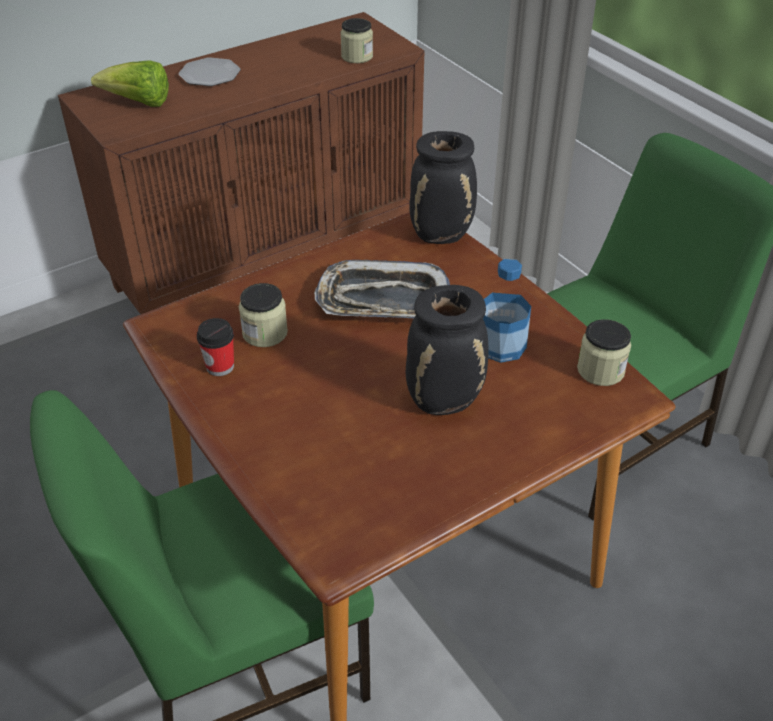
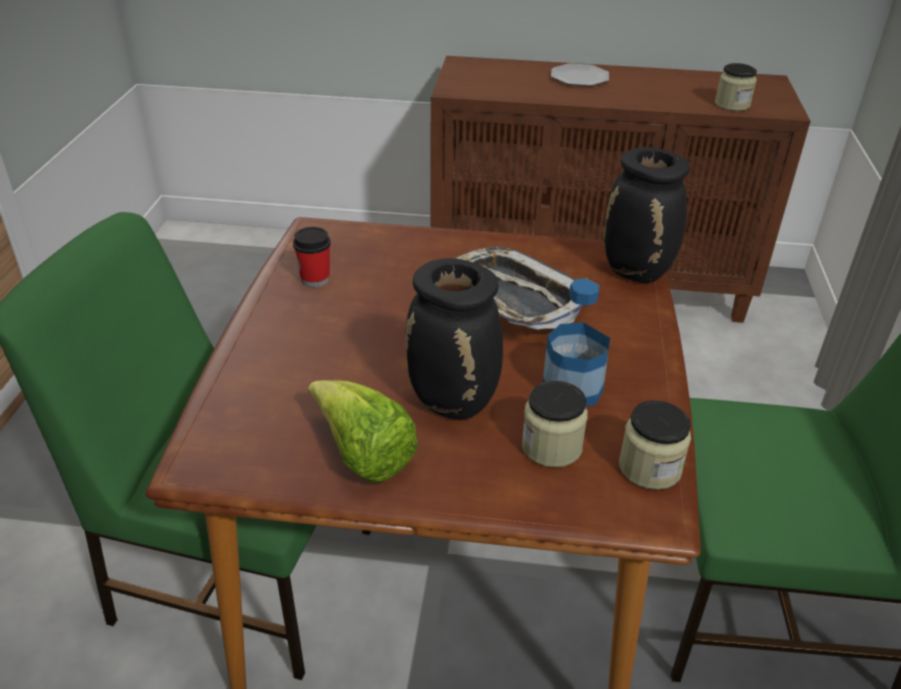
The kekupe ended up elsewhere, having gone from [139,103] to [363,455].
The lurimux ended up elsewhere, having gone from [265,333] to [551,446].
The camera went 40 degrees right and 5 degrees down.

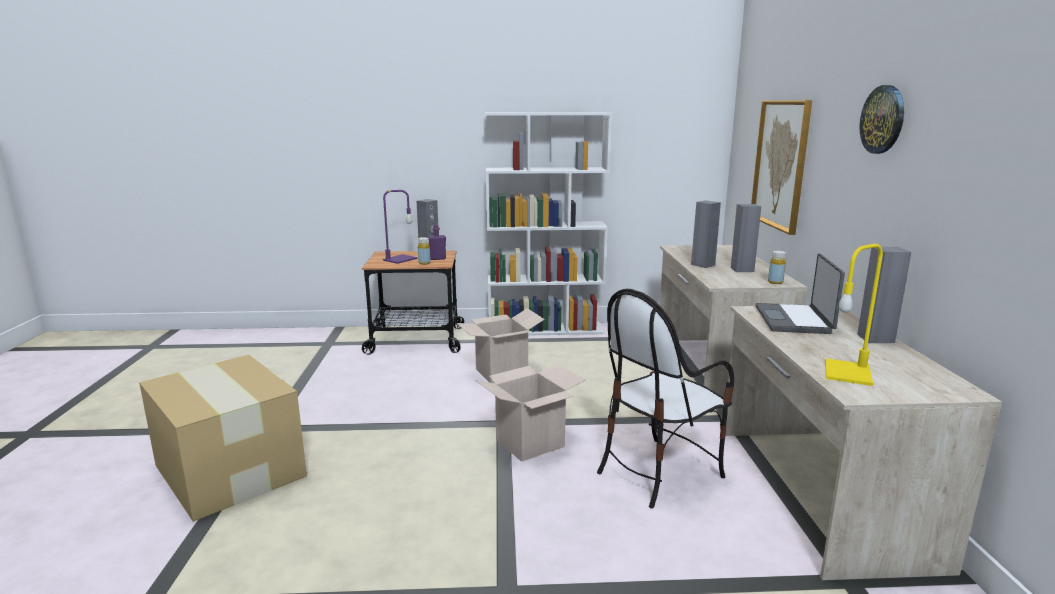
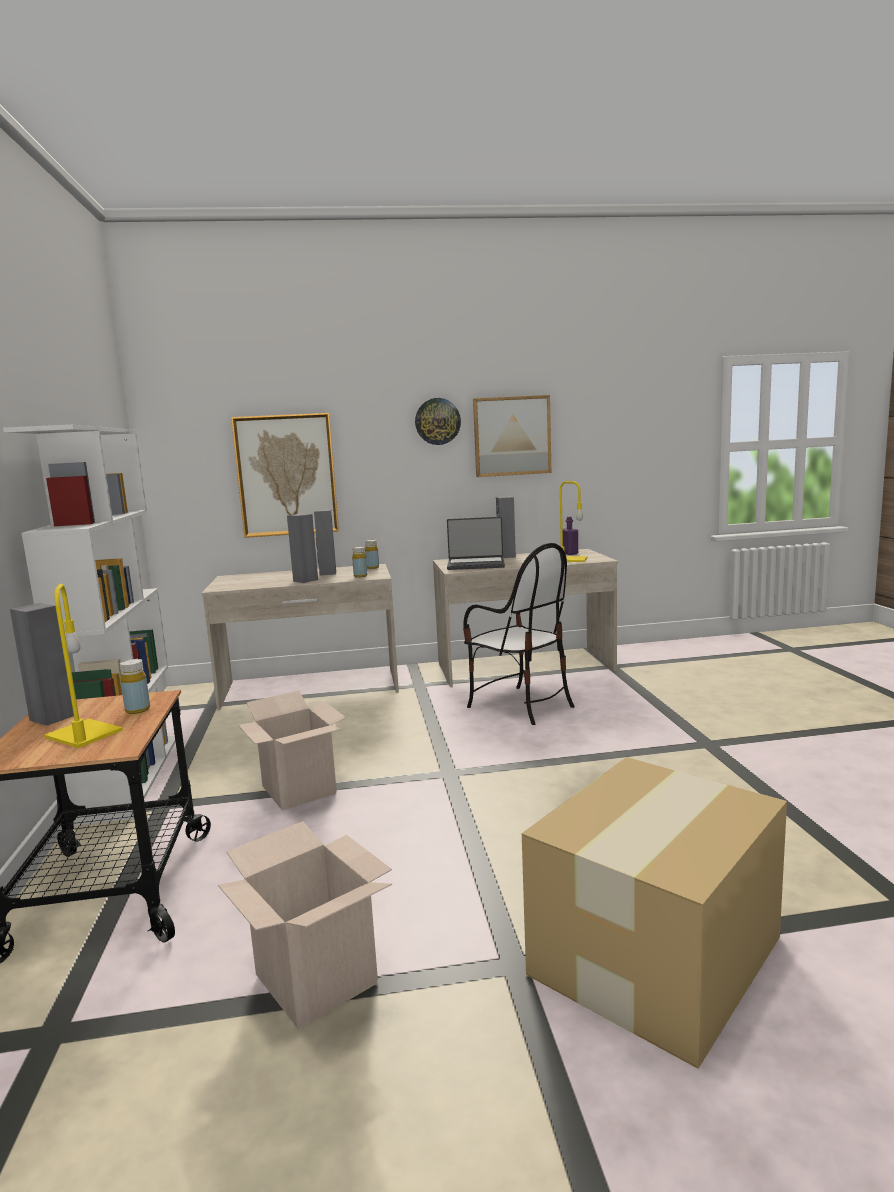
The second view gained the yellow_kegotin at [360,576].
The second view gained the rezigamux at [512,436].
The purple_kegotin ended up elsewhere, having gone from [437,258] to [569,553].
The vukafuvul ended up elsewhere, having gone from [530,443] to [316,979].
What was the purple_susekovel at [399,259] turned into the yellow_susekovel at [85,734].
The camera went 95 degrees left and 5 degrees down.

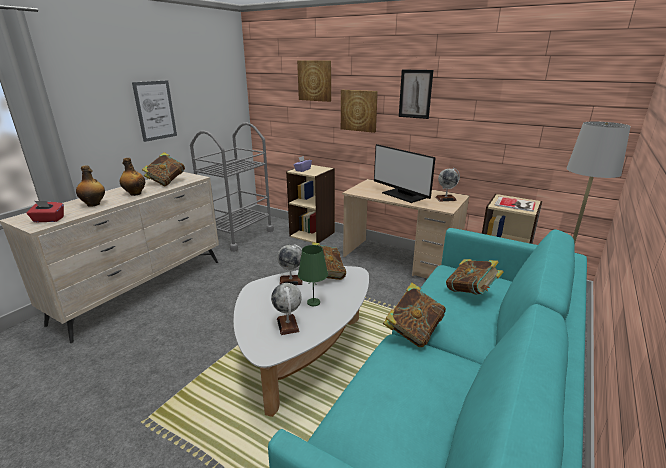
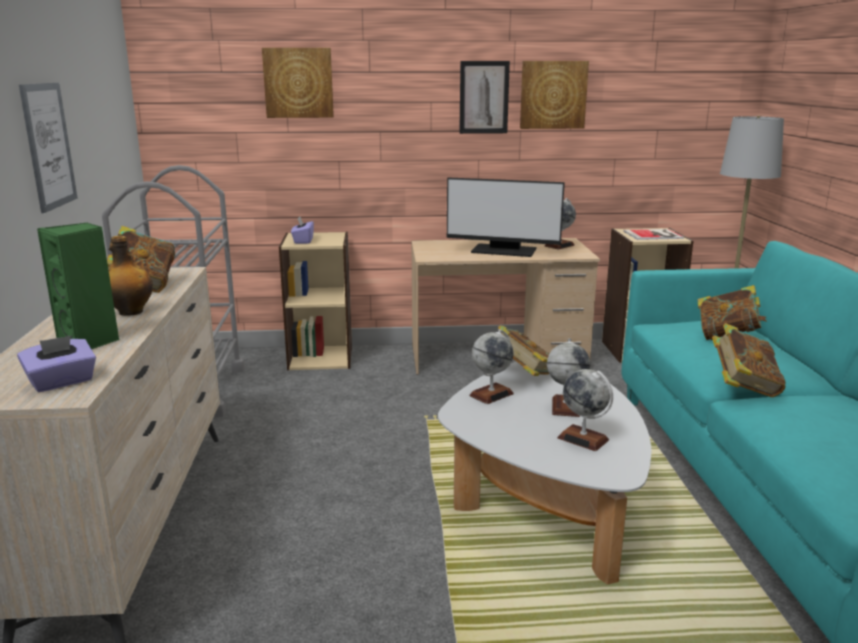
The rezigamux ended up elsewhere, having gone from [359,110] to [553,95].
Where the kegotin stood at [94,204], the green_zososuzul came to stand at [89,342].
Where the green_susekovel stood at [313,302], the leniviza came to stand at [565,407].
What was the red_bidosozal at [48,220] turned into the purple_bidosozal at [62,382].
The camera went 35 degrees left and 5 degrees down.

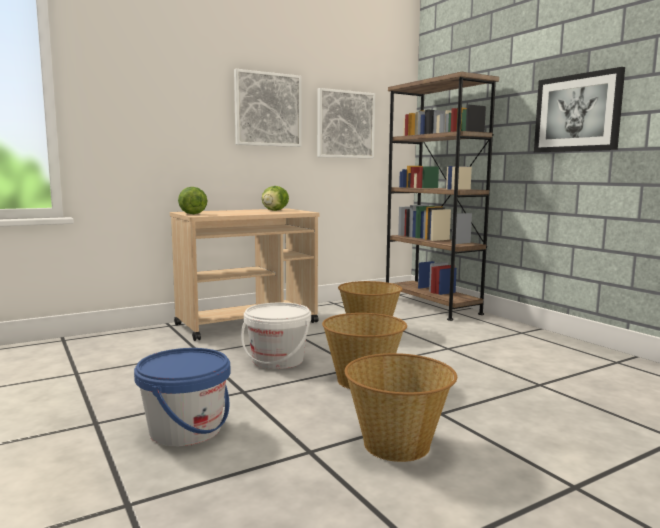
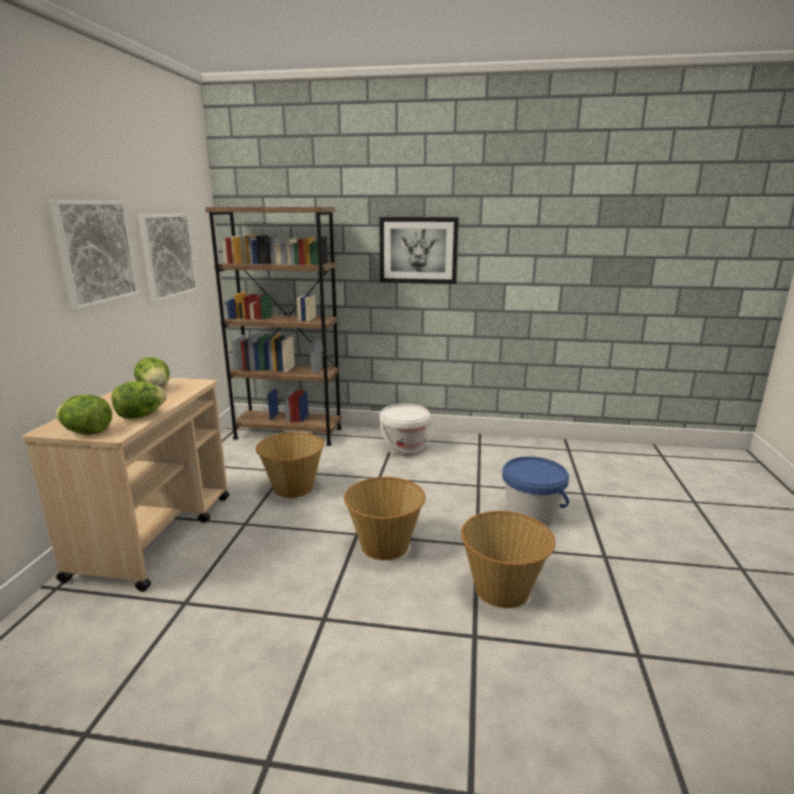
The second view gained the kekupe at [140,416].
The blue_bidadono ended up elsewhere, having gone from [186,430] to [531,514].
The white_bidadono ended up elsewhere, having gone from [278,360] to [404,448].
The camera went 50 degrees left and 10 degrees up.

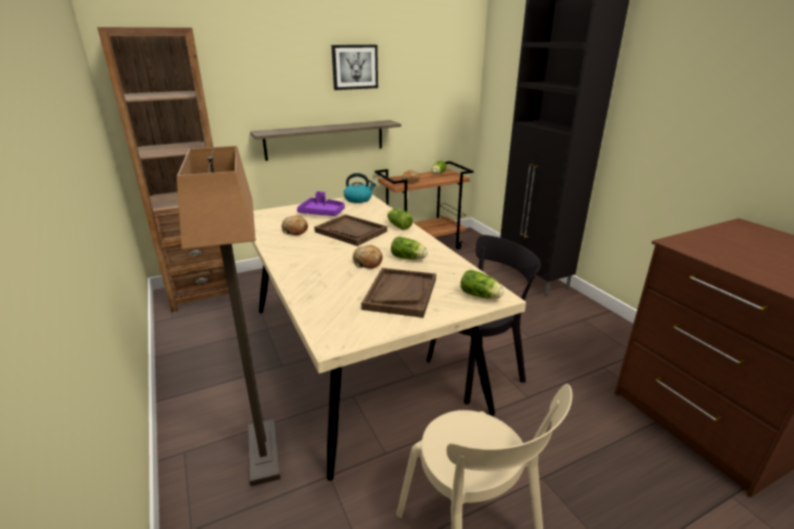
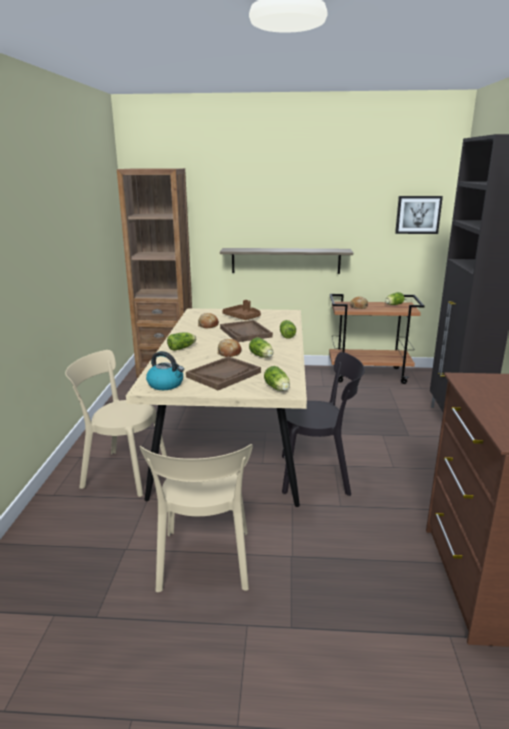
The second view gained the kekupe at [182,348].
The rezigamux ended up elsewhere, having gone from [354,67] to [418,214].
The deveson ended up elsewhere, having gone from [358,199] to [166,384].
Where the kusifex stood at [263,452], the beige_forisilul came to stand at [121,472].
What was the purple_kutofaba at [322,213] turned into the brown_kutofaba at [243,317].
The camera went 30 degrees right and 5 degrees down.

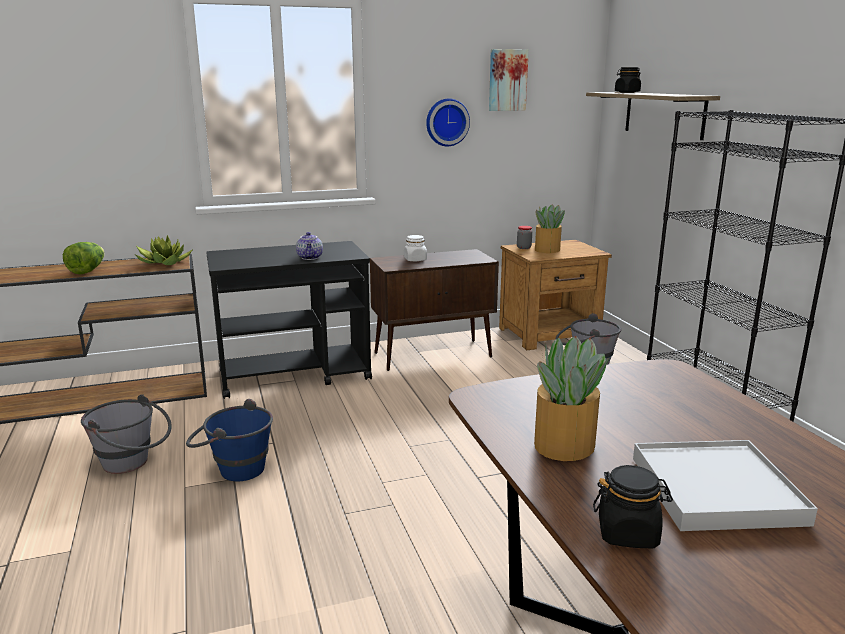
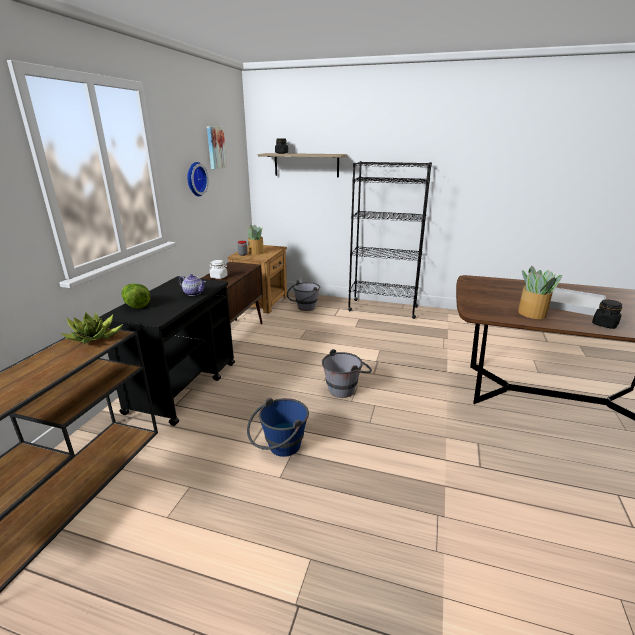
The kekupe ended up elsewhere, having gone from [87,271] to [136,305].
The grey_bidadono ended up elsewhere, having gone from [133,464] to [346,388].
The camera went 55 degrees left and 5 degrees up.

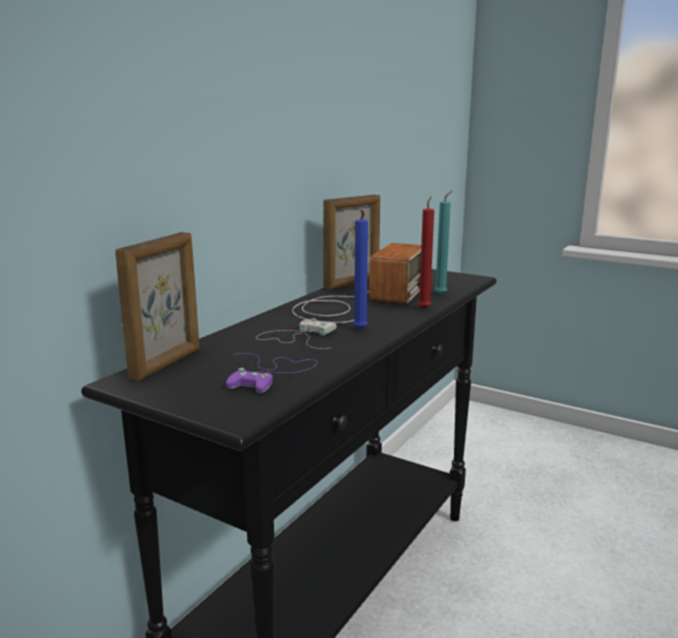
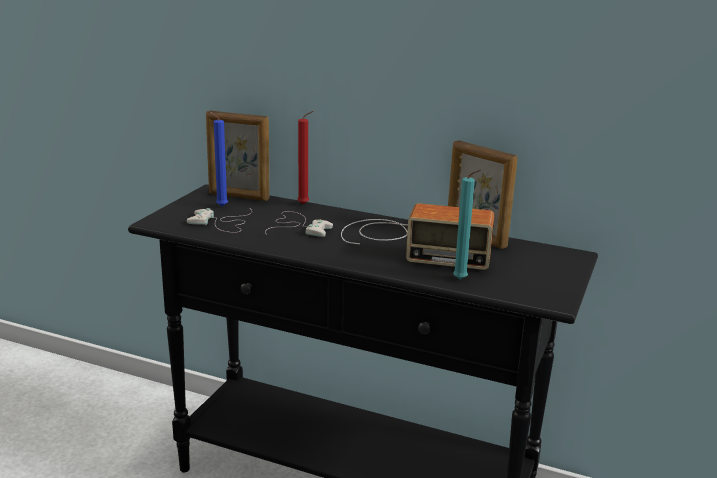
The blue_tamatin ended up elsewhere, having gone from [360,330] to [220,206].
The red_tamatin ended up elsewhere, having gone from [424,308] to [305,204].
What was the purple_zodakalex at [271,374] turned into the white_zodakalex at [222,224].
The camera went 80 degrees right and 5 degrees up.

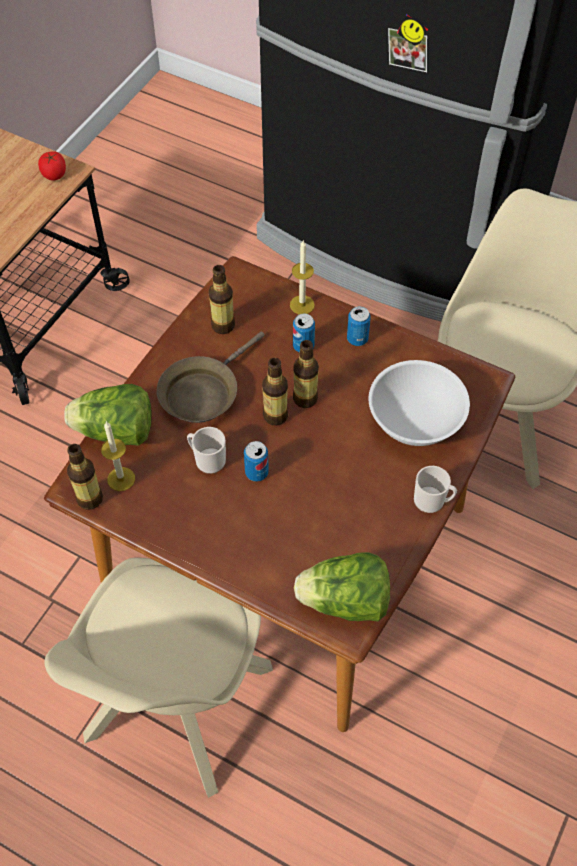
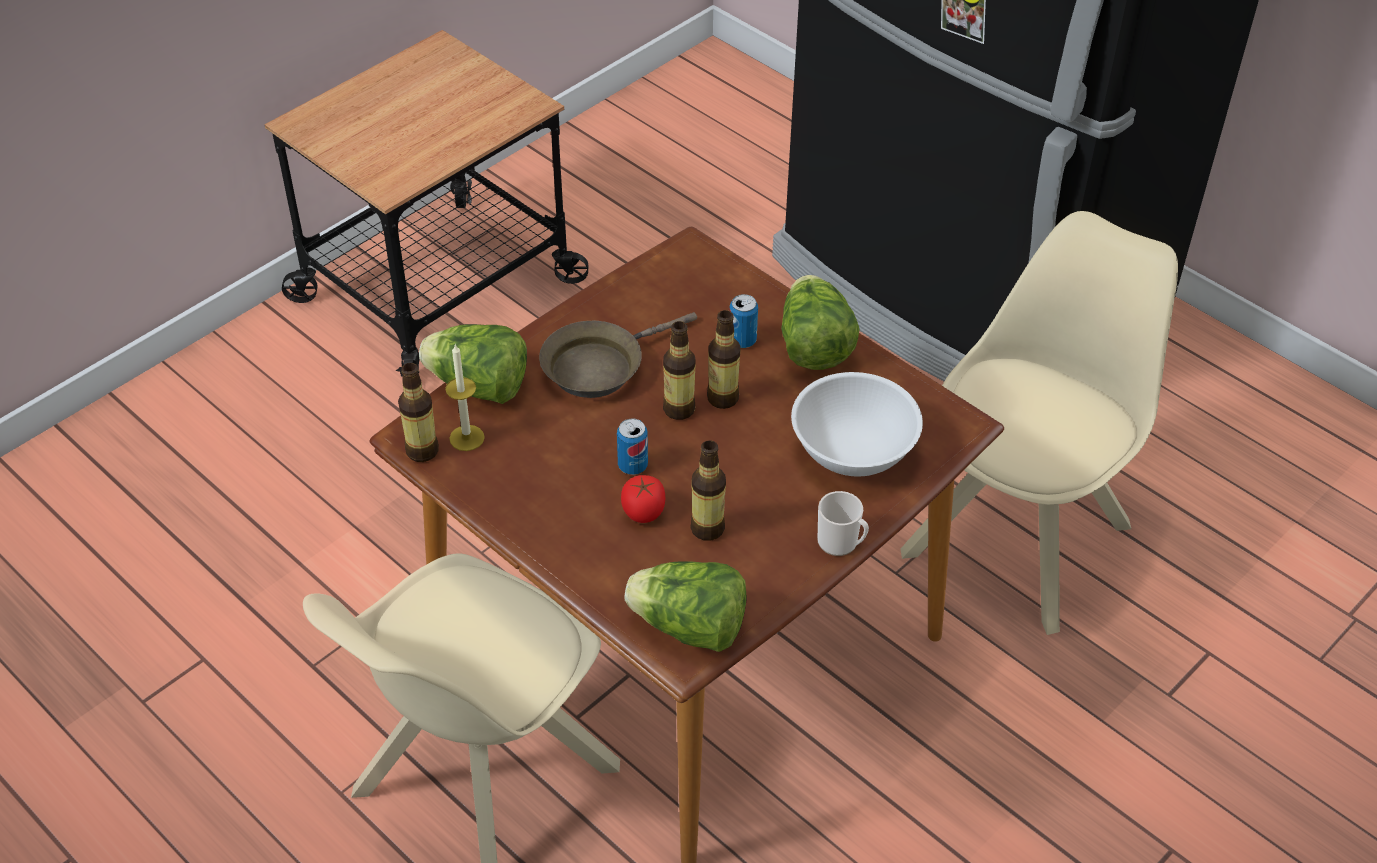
The second view lost the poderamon at [207,460].
The second view lost the tamatin at [302,305].
The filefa ended up elsewhere, having gone from [54,174] to [643,511].
The kegotin ended up elsewhere, having gone from [223,325] to [707,528].
Where the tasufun stood at [357,339], the kekupe came to stand at [813,346].
The camera went 15 degrees right and 10 degrees down.

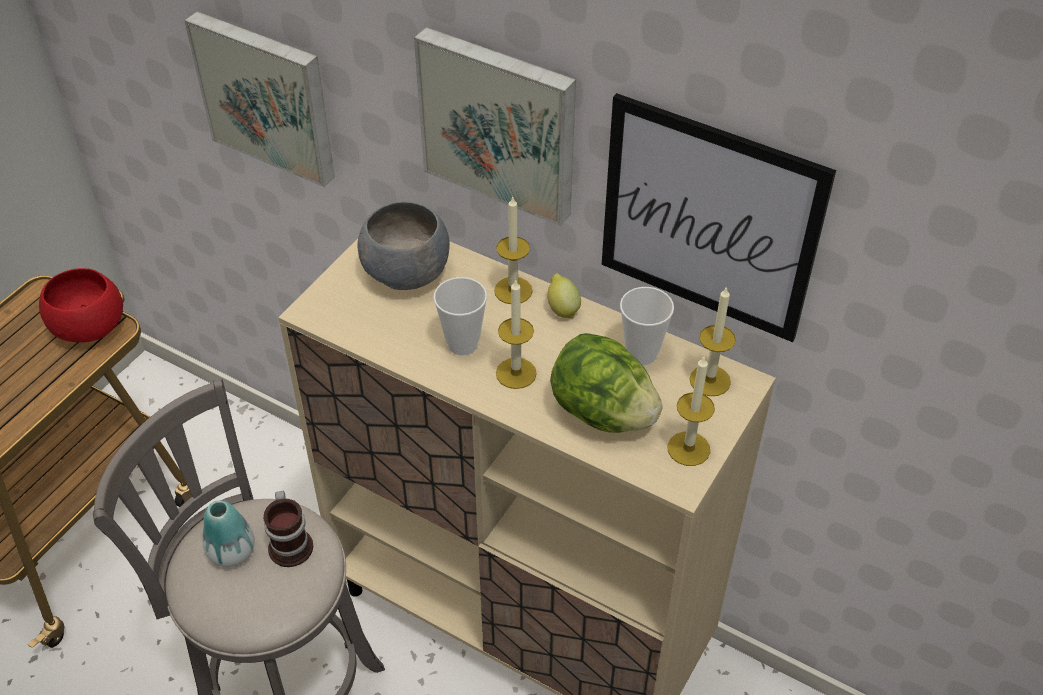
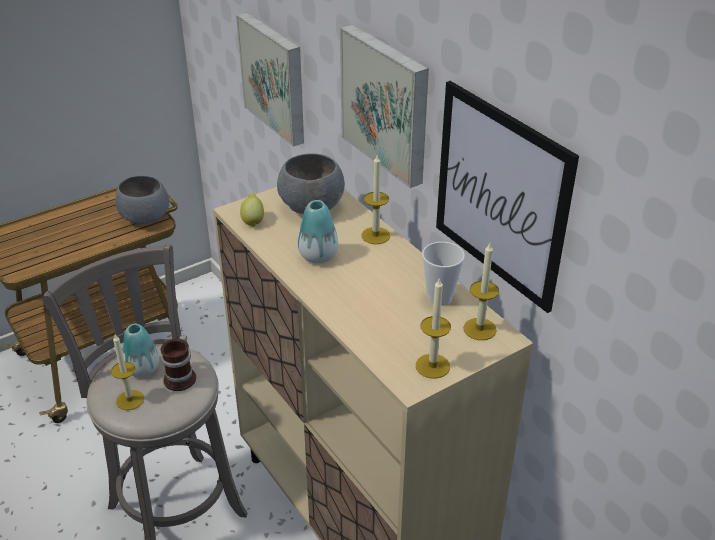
The second view lost the kekupe at [602,413].
The tamatin ended up elsewhere, having gone from [516,373] to [130,400].
The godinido ended up elsewhere, having gone from [562,309] to [253,221].
Where the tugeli stood at [462,344], the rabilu came to stand at [318,256].
What was the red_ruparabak at [91,327] turned into the grey_ruparabak at [145,217].
The camera went 25 degrees right and 10 degrees down.

